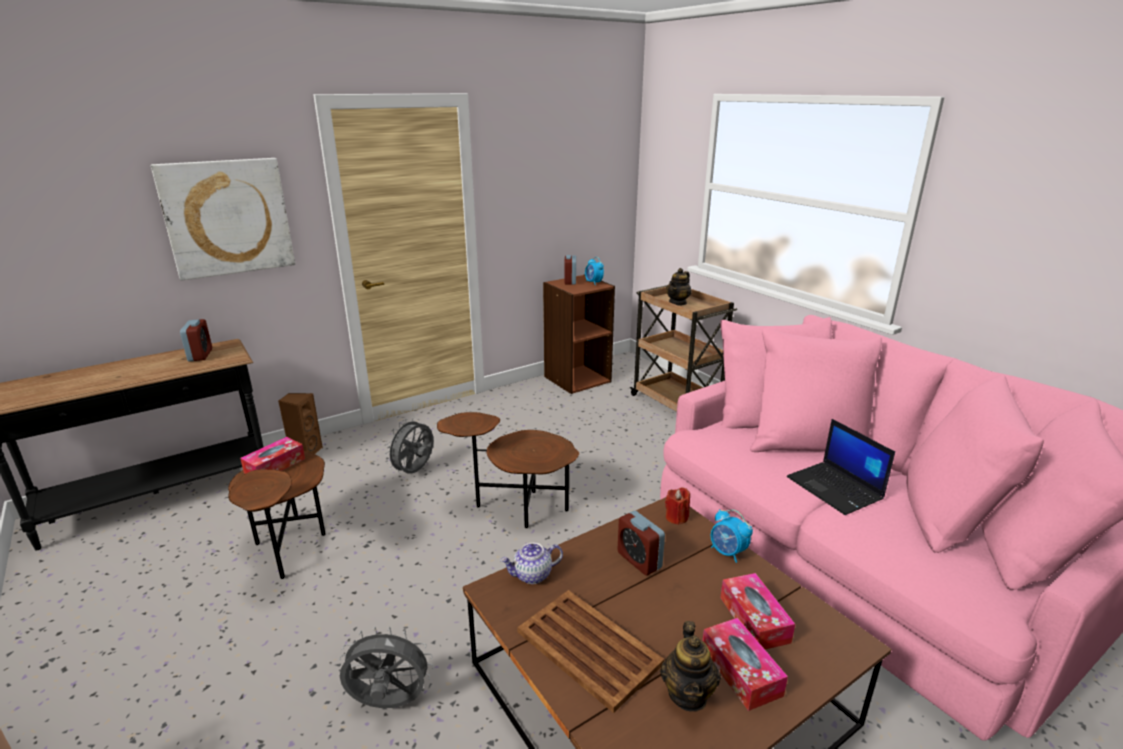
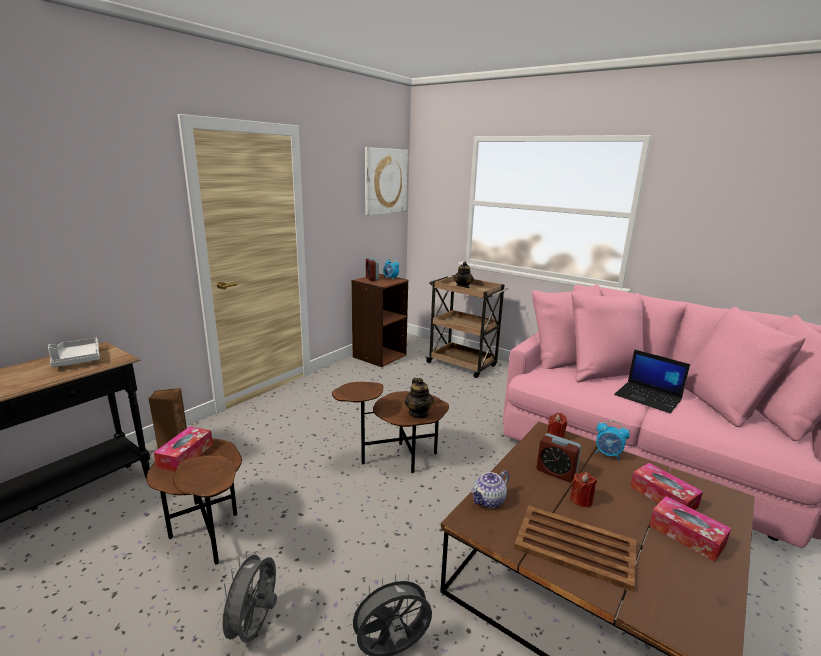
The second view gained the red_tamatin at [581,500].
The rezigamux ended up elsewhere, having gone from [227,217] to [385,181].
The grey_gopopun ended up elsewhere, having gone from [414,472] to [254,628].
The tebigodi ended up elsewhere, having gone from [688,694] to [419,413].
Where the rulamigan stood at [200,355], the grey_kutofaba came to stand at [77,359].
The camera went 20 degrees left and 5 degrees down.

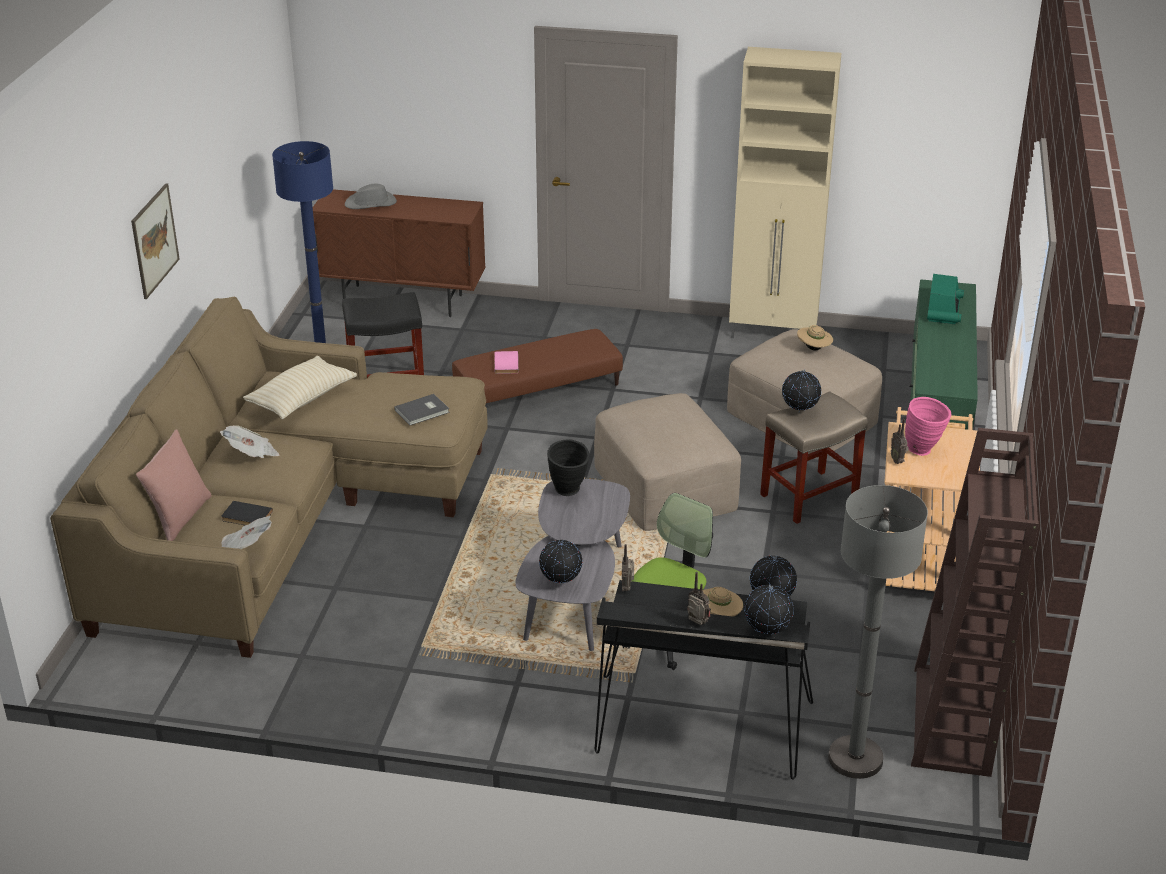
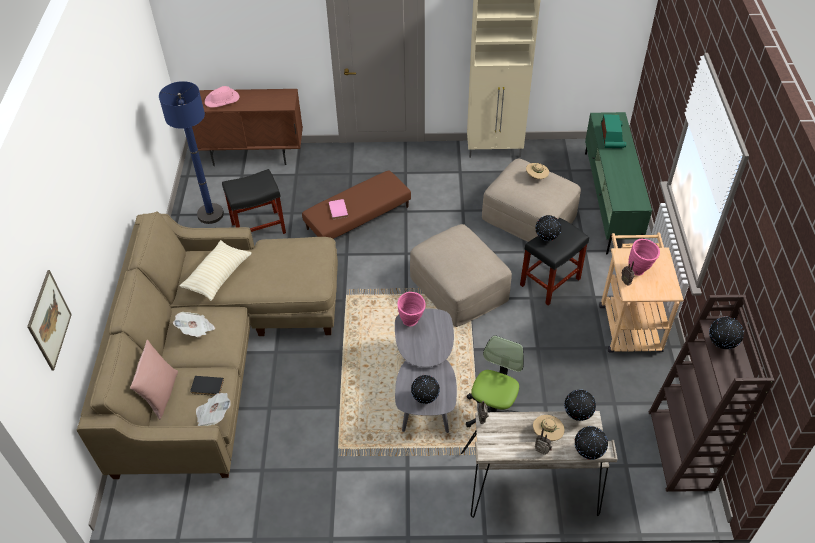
The second view lost the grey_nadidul at [423,411].
The second view lost the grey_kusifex at [855,759].
The second view gained the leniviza at [721,345].
The rezigamux ended up elsewhere, having gone from [154,240] to [49,320].
What was the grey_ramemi at [371,203] turned into the pink_ramemi at [222,100].
What was the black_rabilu at [569,492] turned into the pink_rabilu at [412,322].
What was the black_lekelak at [700,730] turned into the beige_lekelak at [531,486].
What was the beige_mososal at [810,496] turned into the black_mososal at [550,281].
The camera went 10 degrees left and 15 degrees up.

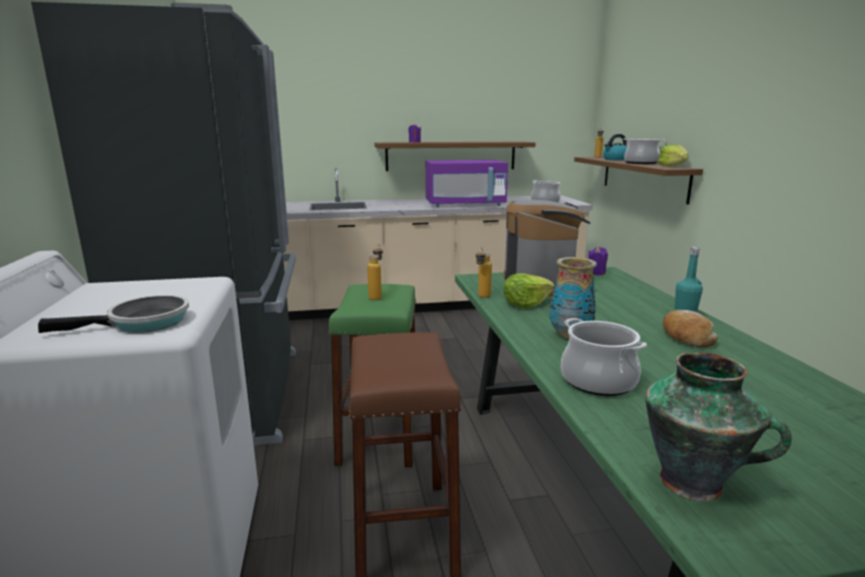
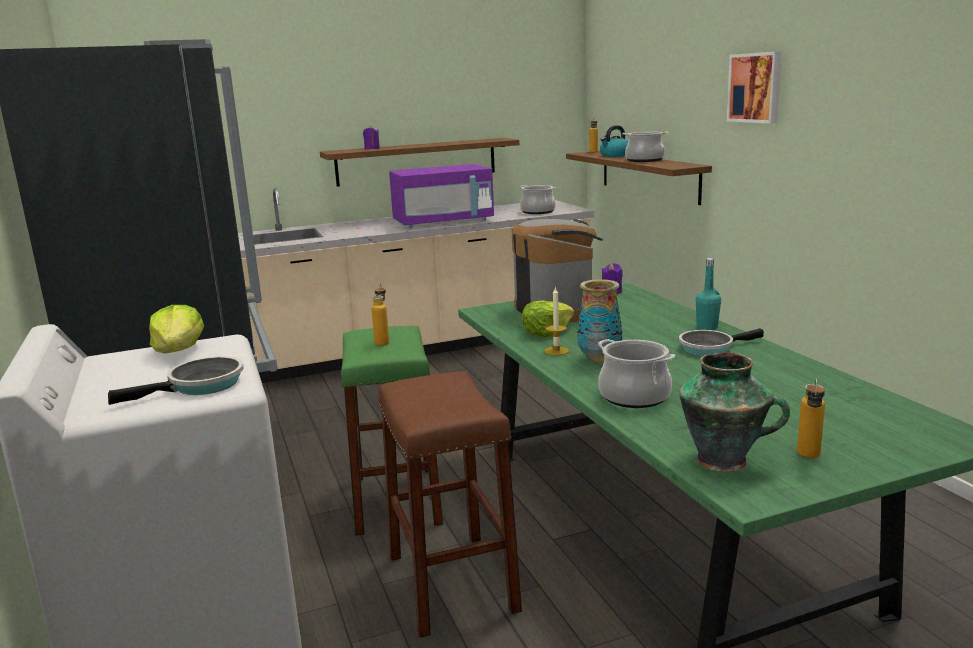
The second view gained the tamatin at [556,351].
The second view gained the rezigamux at [756,87].
The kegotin ended up elsewhere, having gone from [482,297] to [808,458].
The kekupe ended up elsewhere, having gone from [673,166] to [179,351].
Where the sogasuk stood at [686,336], the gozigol came to stand at [709,348].
The camera went 10 degrees left and 0 degrees up.

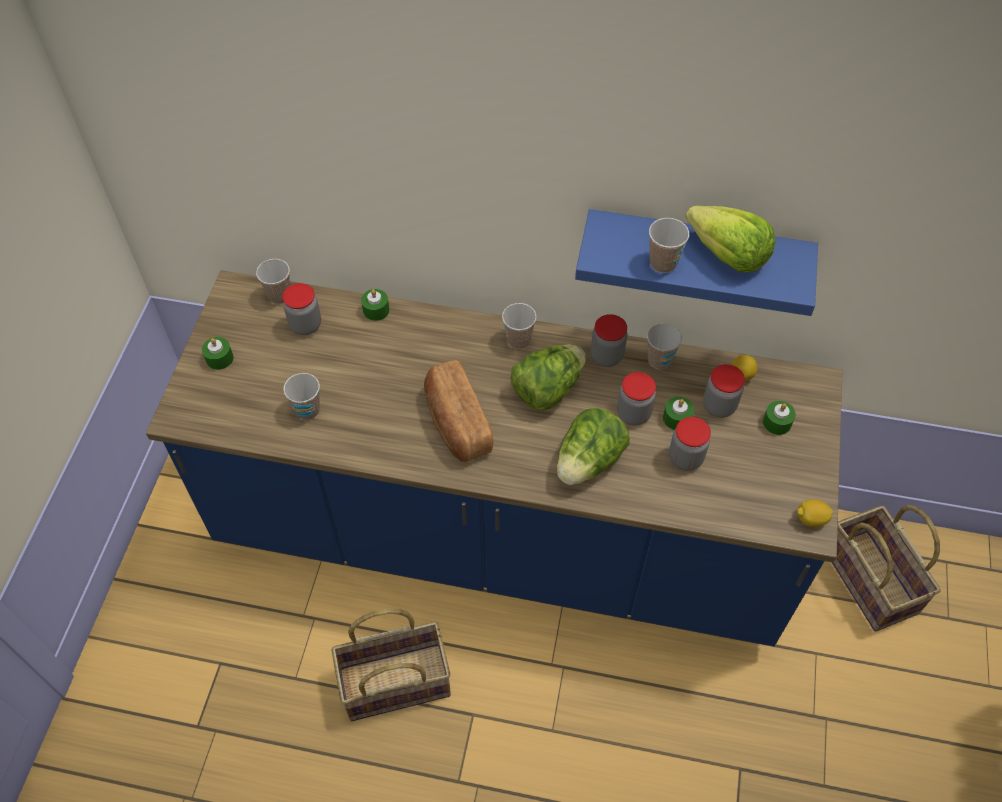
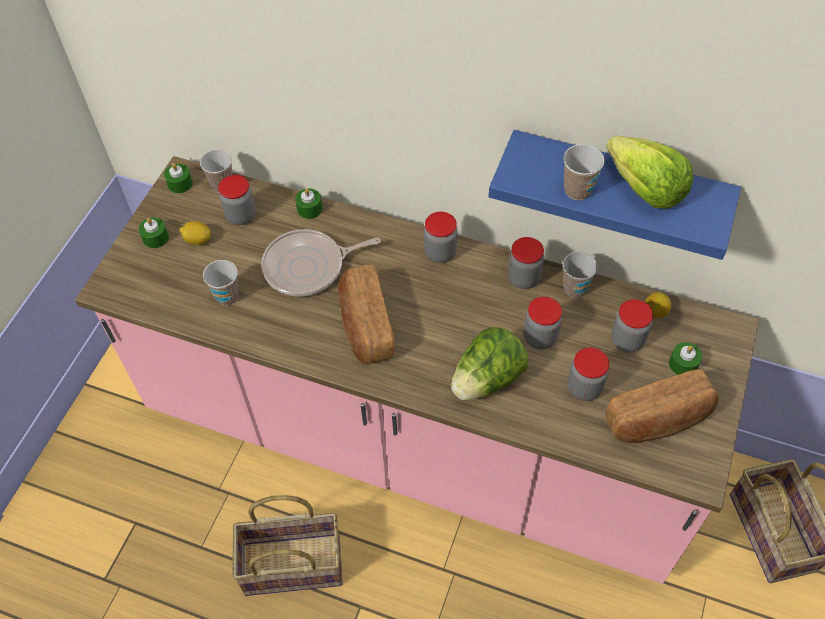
The second view lost the kekupe at [547,389].
The second view gained the gozigol at [308,267].
The second view gained the sogasuk at [658,419].
The green_tamatin ended up elsewhere, having gone from [677,418] to [180,184].
The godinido ended up elsewhere, having gone from [811,519] to [198,240].
Where the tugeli stood at [518,340], the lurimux came to stand at [440,252].
What was the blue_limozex at [501,534] turned into the pink_limozex at [415,437].
The camera went 10 degrees right and 0 degrees up.

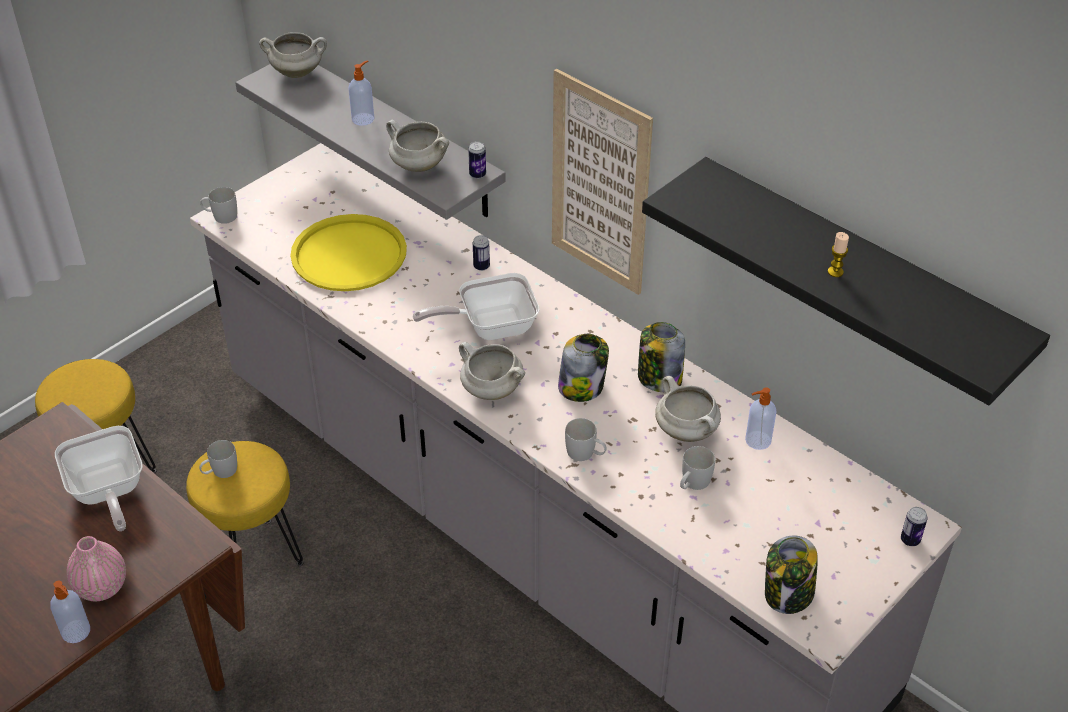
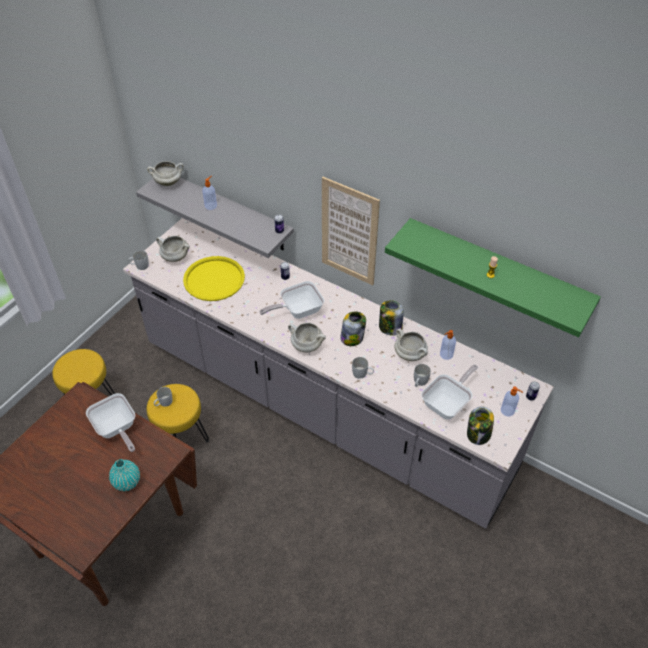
The second view gained the gozigol at [448,403].
The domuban ended up elsewhere, having gone from [76,632] to [508,411].
The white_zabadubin ended up elsewhere, having gone from [418,166] to [175,257].
What was the pink_rabilu at [101,587] turned into the turquoise_rabilu at [127,482].
What was the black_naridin at [859,273] turned into the green_naridin at [497,271].
The camera went 10 degrees left and 5 degrees up.

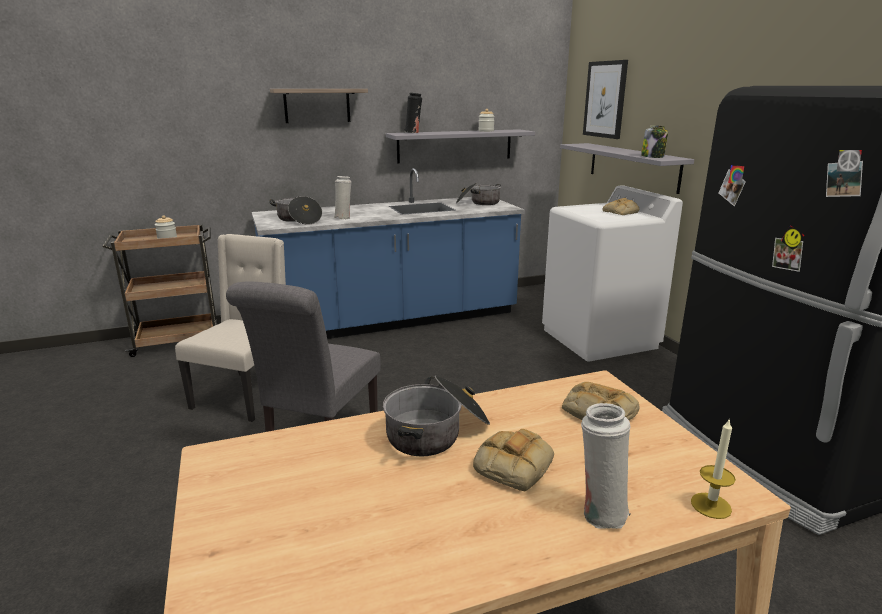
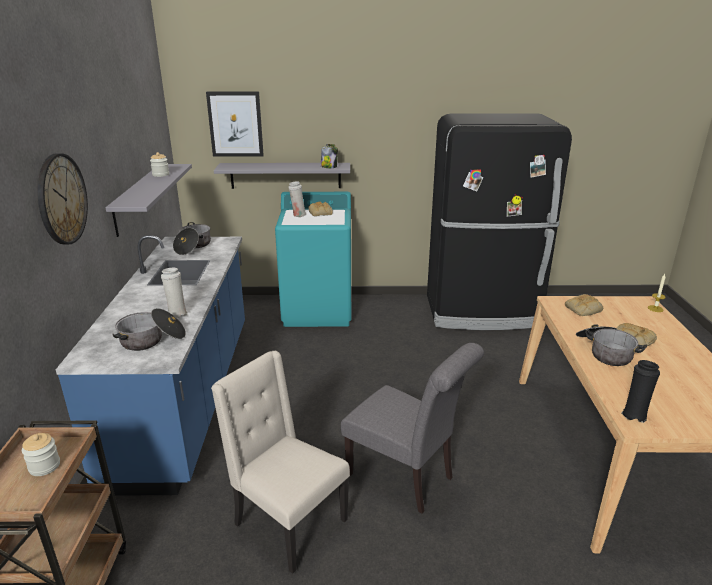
The black_rabilu ended up elsewhere, having gone from [413,132] to [634,414].
The white_rabilu ended up elsewhere, having gone from [600,512] to [298,215].
Where the naridin hung at [317,105], the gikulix came to hang at [61,199].
What was the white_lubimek at [599,338] turned into the turquoise_lubimek at [318,310].
The camera went 70 degrees left and 5 degrees up.

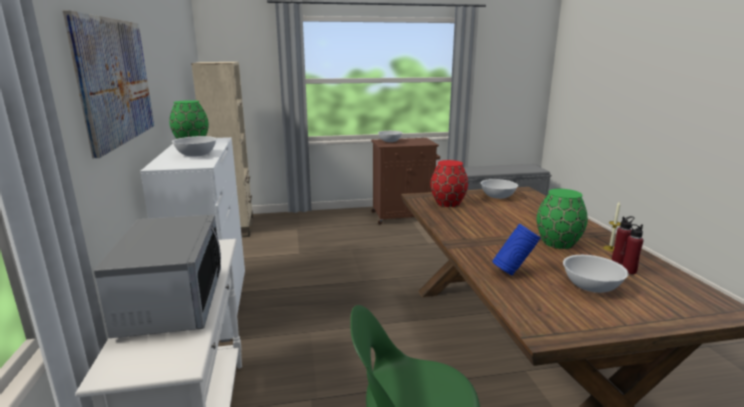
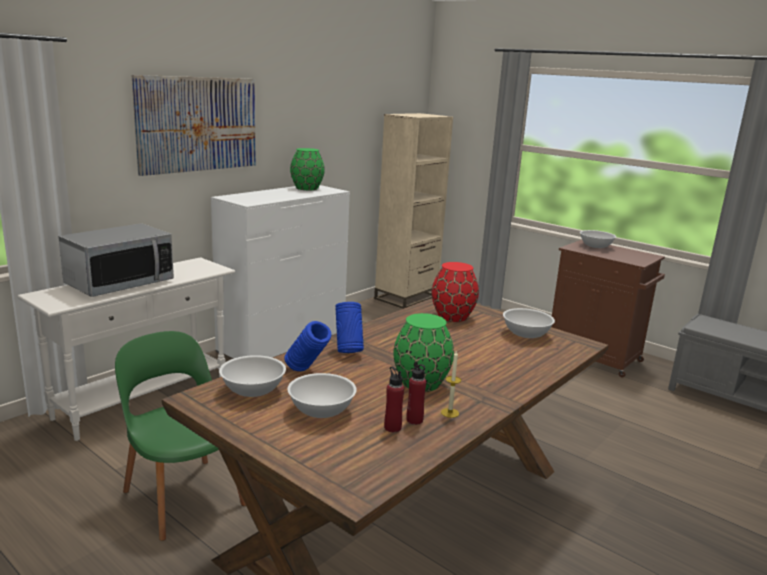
The second view gained the blue_rabilu at [348,351].
The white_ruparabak ended up elsewhere, having gone from [196,155] to [253,390].
The camera went 50 degrees right and 0 degrees up.

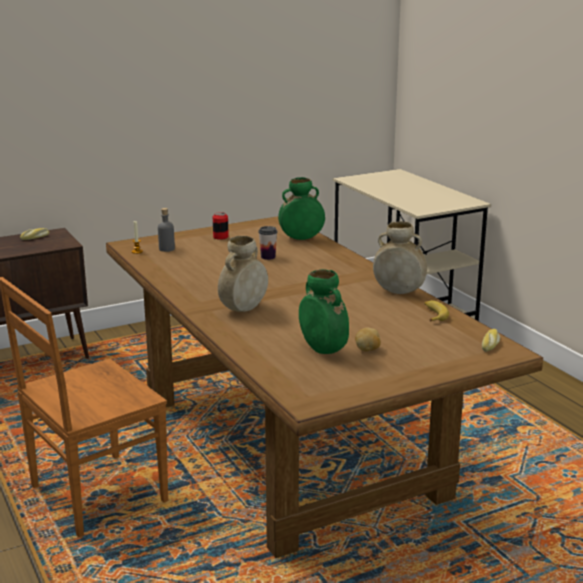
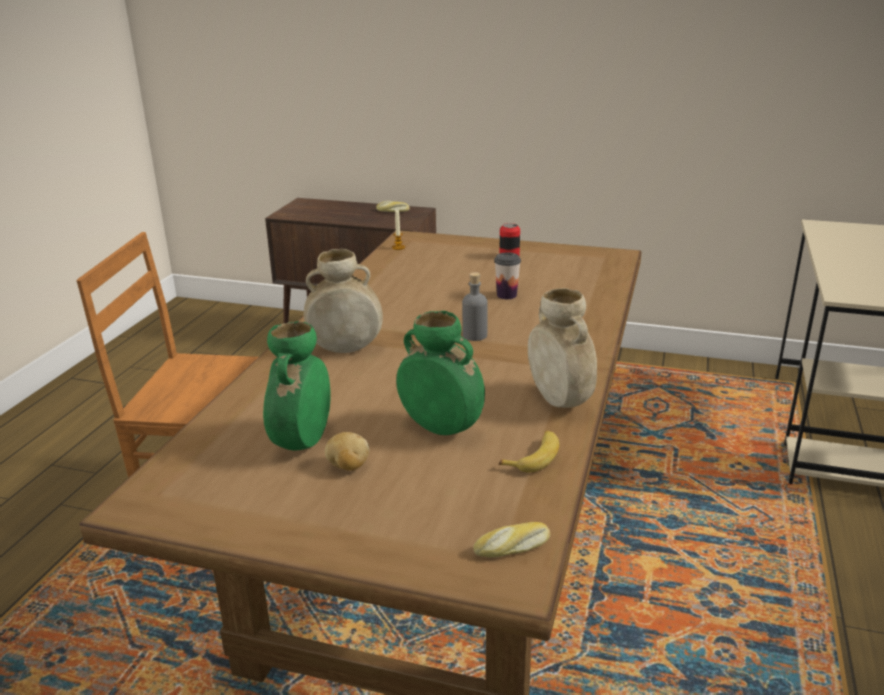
The grey_kegotin ended up elsewhere, having gone from [166,249] to [474,335].
The green_rabilu ended up elsewhere, having gone from [301,238] to [442,428].
The camera went 45 degrees right and 5 degrees up.

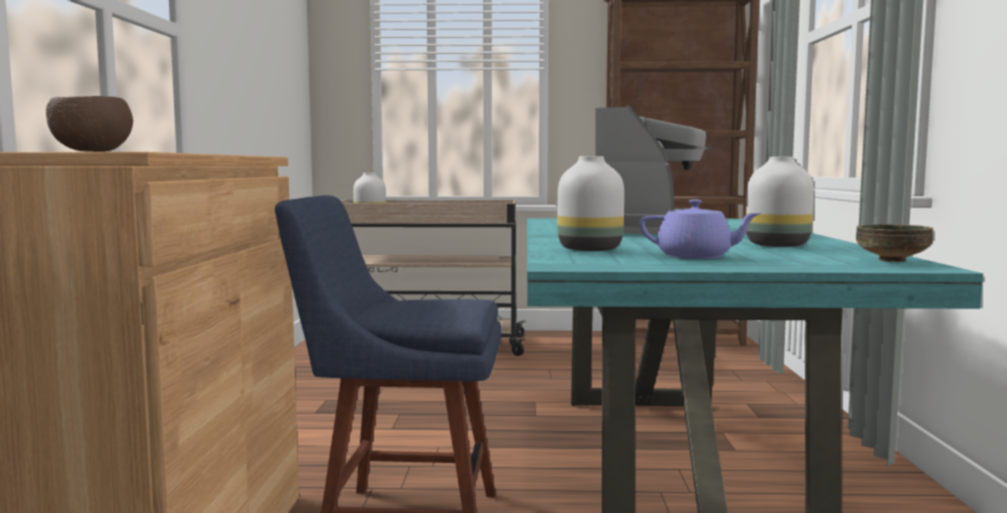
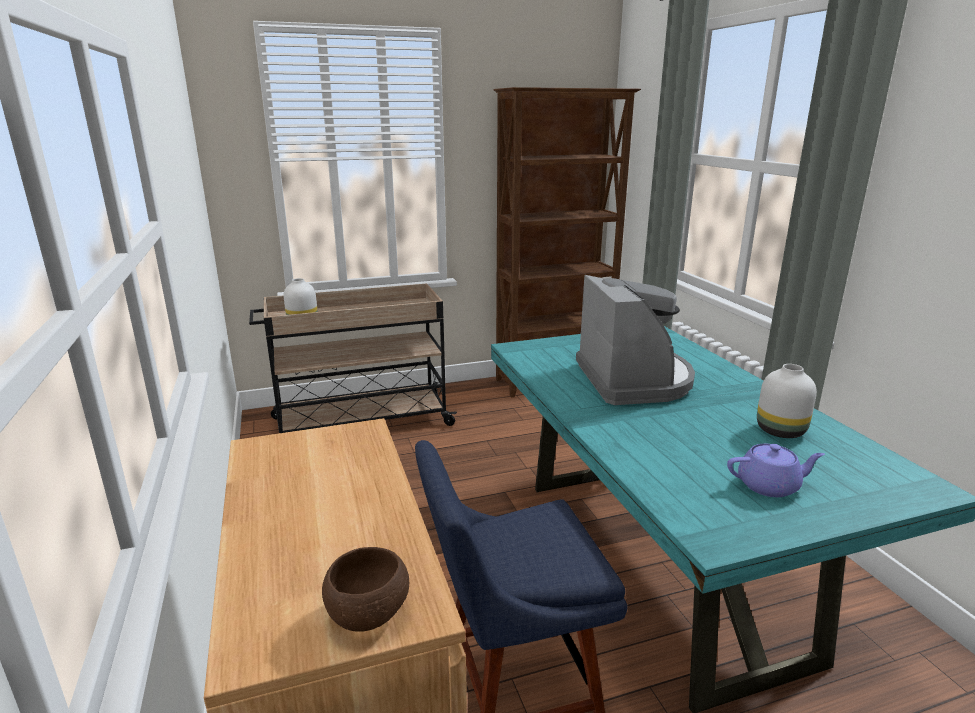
The second view lost the white_rabilu at [589,250].
The second view lost the ruparabak at [893,261].
The camera went 20 degrees left and 15 degrees up.

